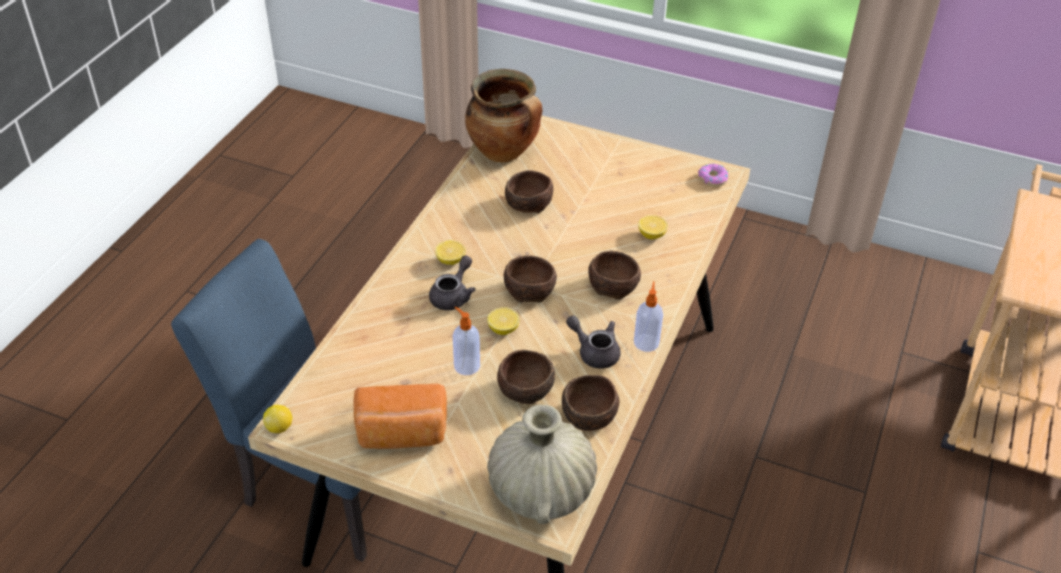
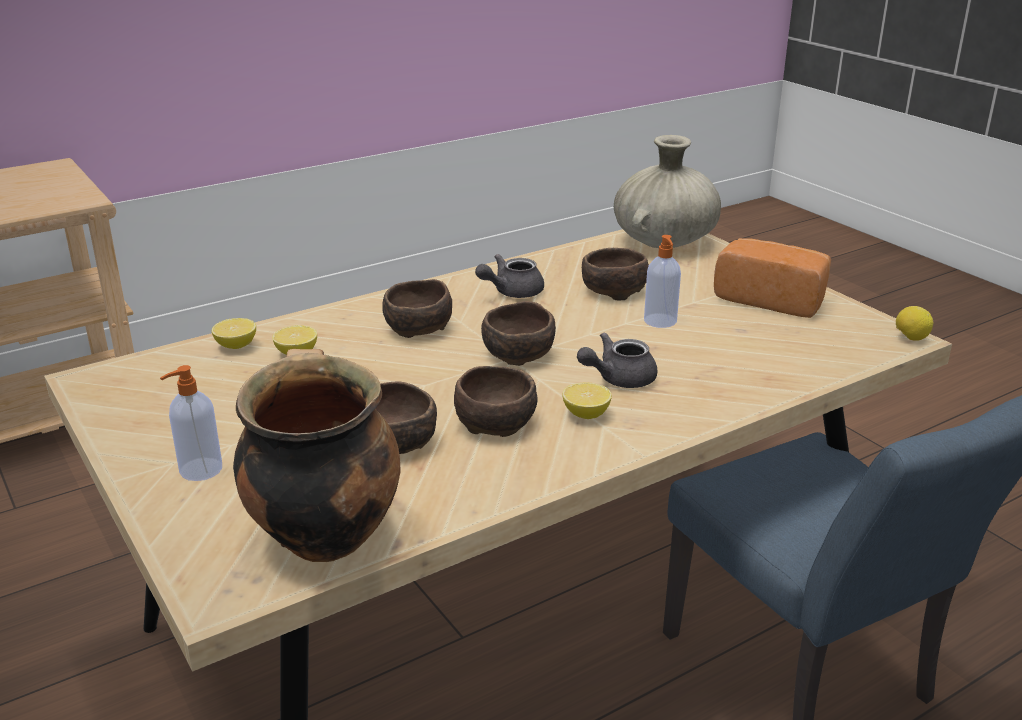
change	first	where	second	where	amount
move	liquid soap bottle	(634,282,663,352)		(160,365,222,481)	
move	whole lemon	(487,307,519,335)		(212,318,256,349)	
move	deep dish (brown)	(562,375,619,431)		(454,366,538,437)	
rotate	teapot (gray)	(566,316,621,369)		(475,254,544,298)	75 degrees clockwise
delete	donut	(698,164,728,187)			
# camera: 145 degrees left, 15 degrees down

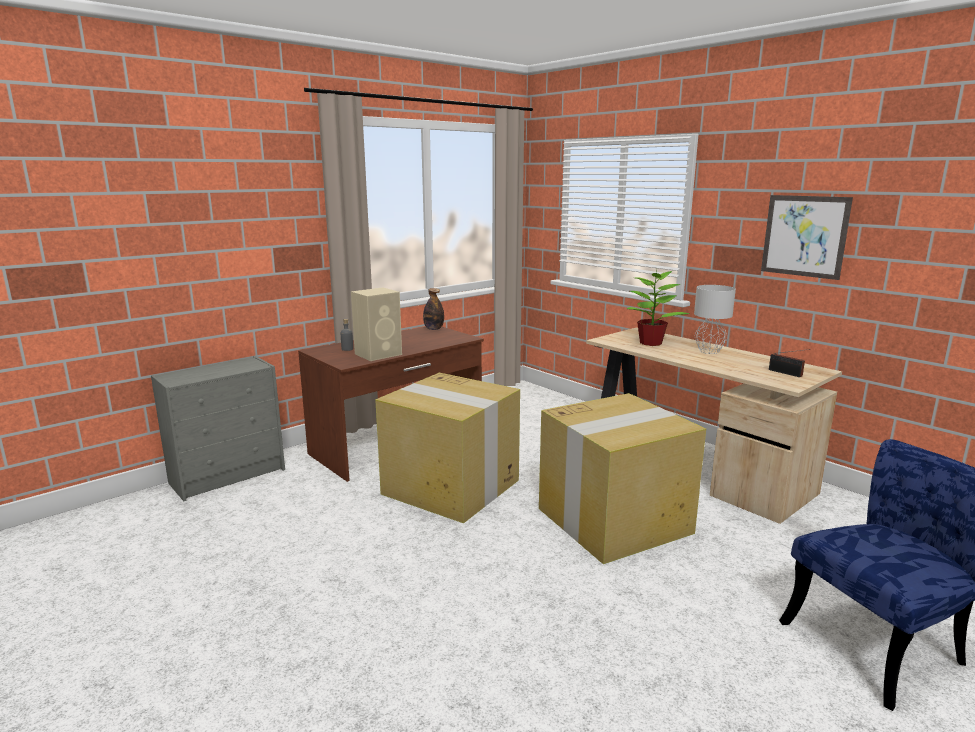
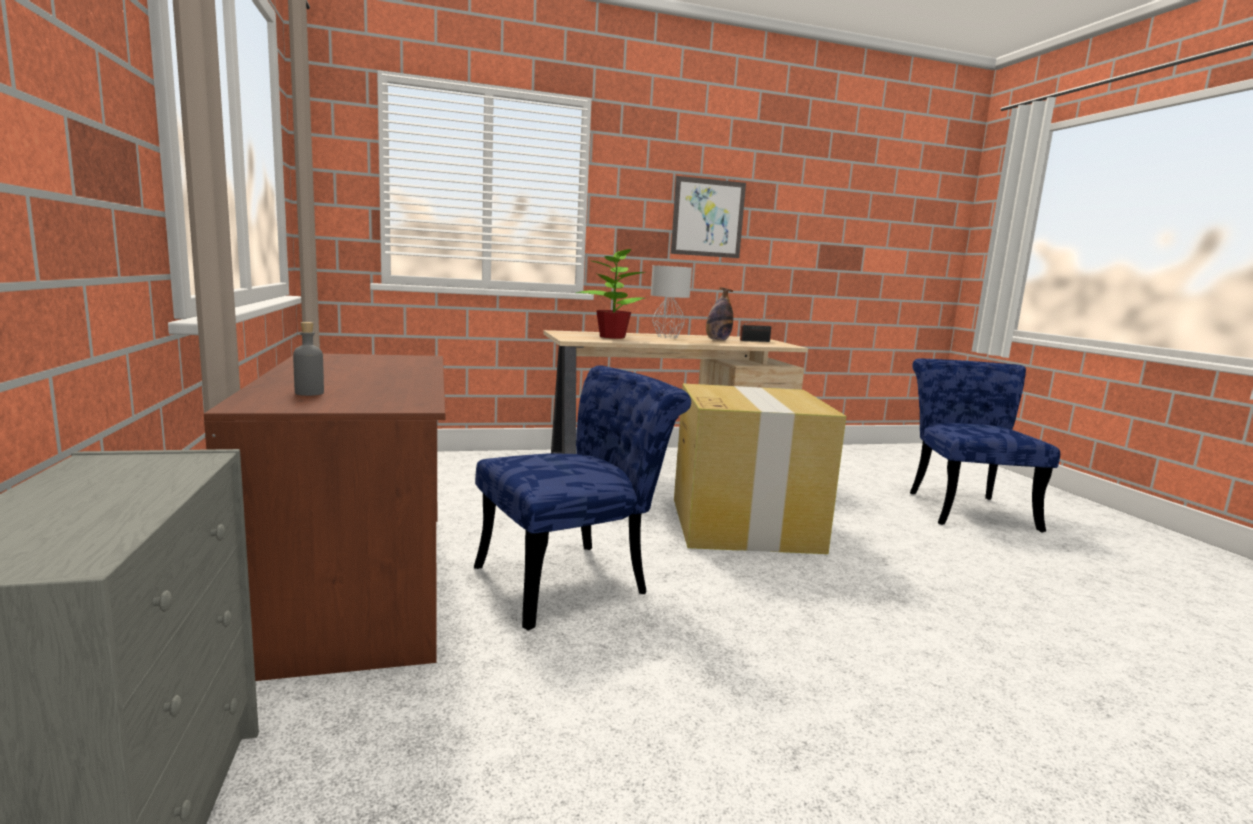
change	first	where	second	where	amount
replace	carton	(375,373,520,523)	plain chair (blue-coloured)	(474,365,691,631)	
move	beverage bottle	(423,288,444,330)		(706,287,733,341)	
delete	speaker (beige)	(351,287,402,361)			
# camera: 65 degrees left, 5 degrees down

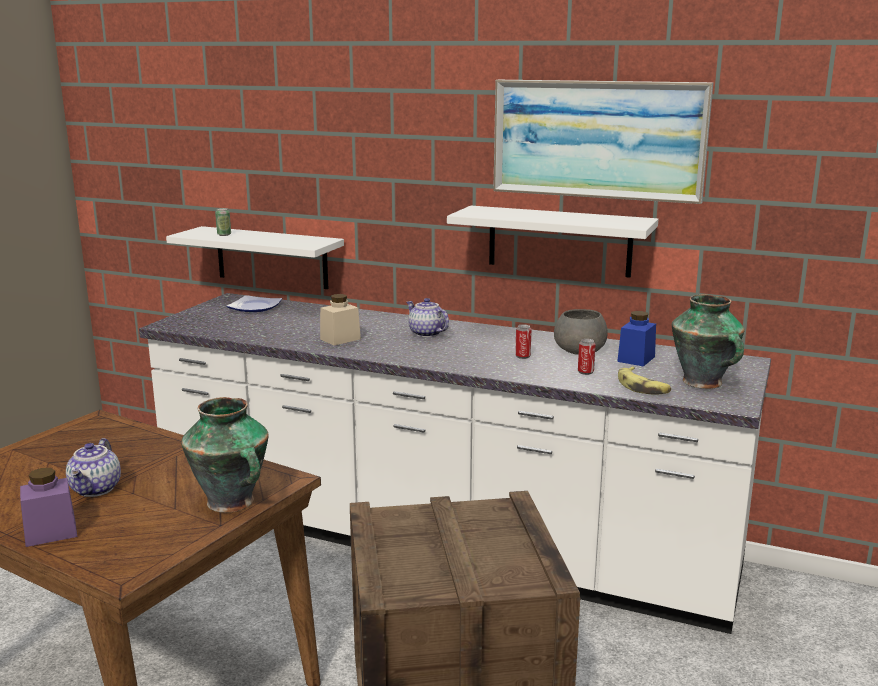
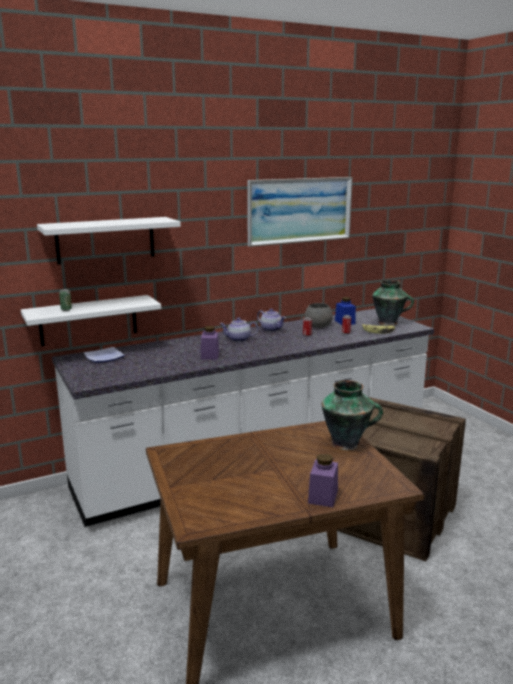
change	first	where	second	where	amount
move	wall shelf (white)	(447,206,658,278)		(37,217,181,265)	
recolor	storage jar (beige)	(320,294,361,346)	storage jar (purple-coloured)	(201,326,219,360)	
move	teapot	(66,438,121,497)		(257,309,286,332)	
# camera: 50 degrees left, 0 degrees up

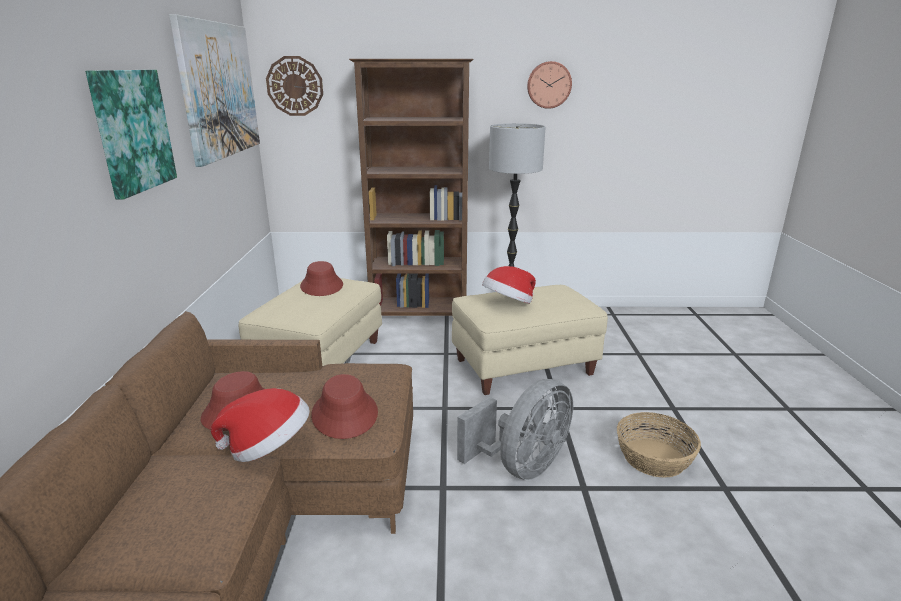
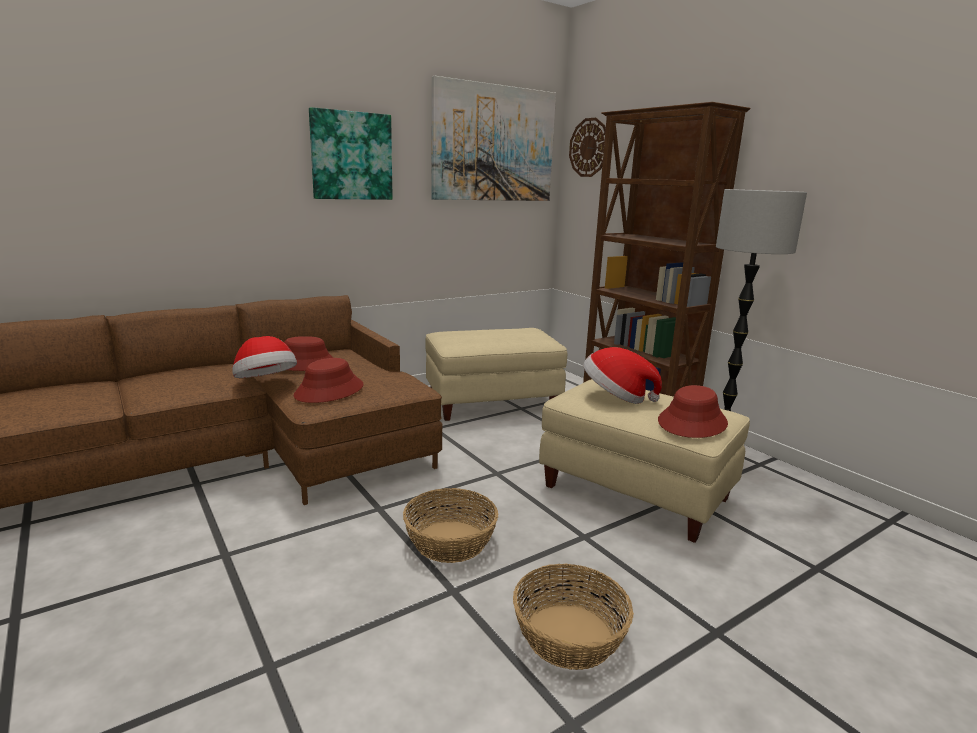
change	first	where	second	where	amount
replace	electric fan (gray)	(457,379,573,480)	storage basket	(403,488,498,563)	
move	wearable hat (red-coloured)	(300,261,343,296)		(658,385,728,438)	
delete	wall clock	(527,61,572,109)			
# camera: 55 degrees right, 5 degrees down

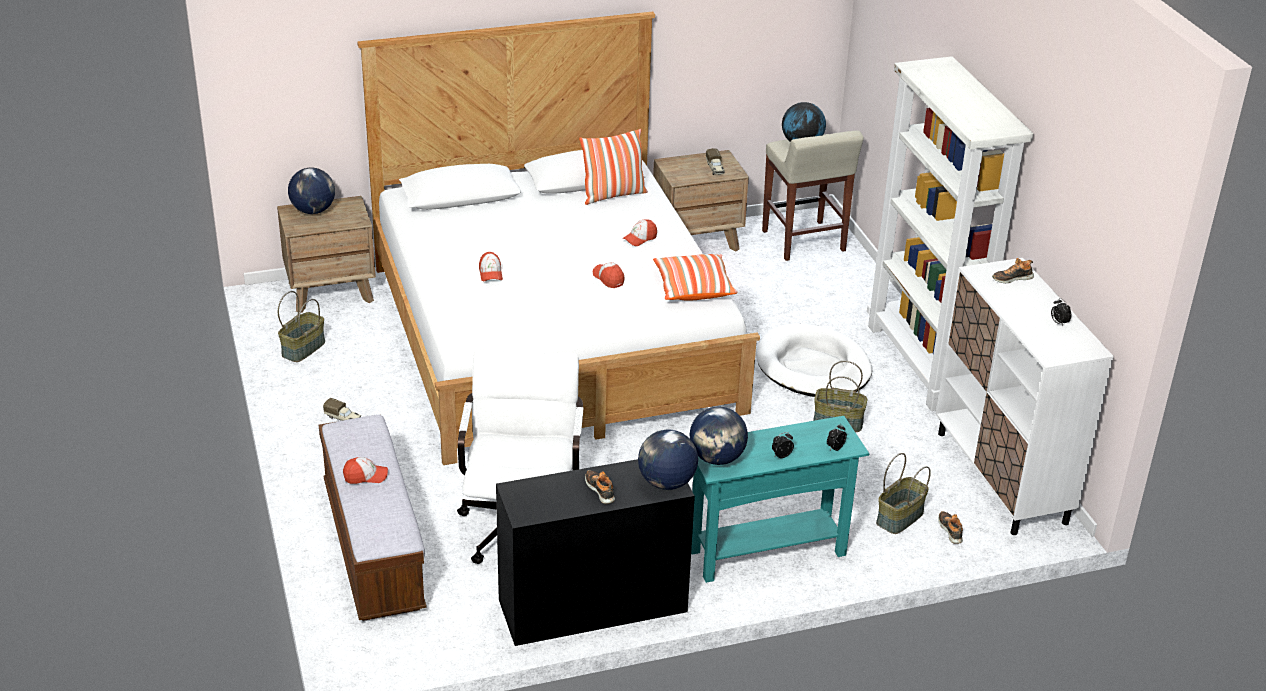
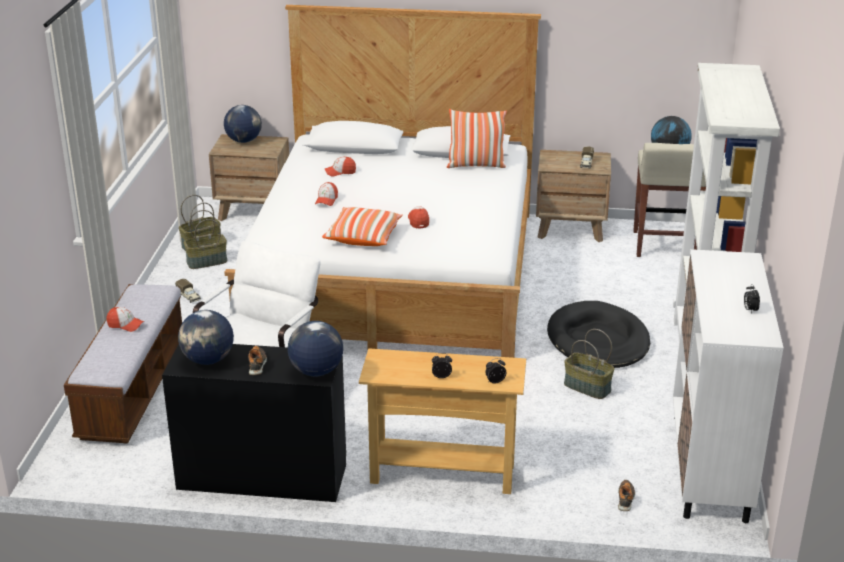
change	first	where	second	where	amount
move	world globe	(689,407,748,465)		(178,310,234,365)	
move	storage basket	(876,453,931,534)		(184,210,227,269)	
move	cushion	(653,254,737,301)		(322,207,403,246)	
move	peaked cap	(622,219,657,246)		(325,157,356,177)	
recolor	narrow table (blue-green)	(691,416,869,583)	narrow table (beige)	(359,348,526,494)	
recolor	dog bed (white)	(756,323,872,397)	dog bed (blackish)	(547,301,650,368)	
delete	shoe	(992,258,1034,283)			
# camera: 25 degrees right, 5 degrees down

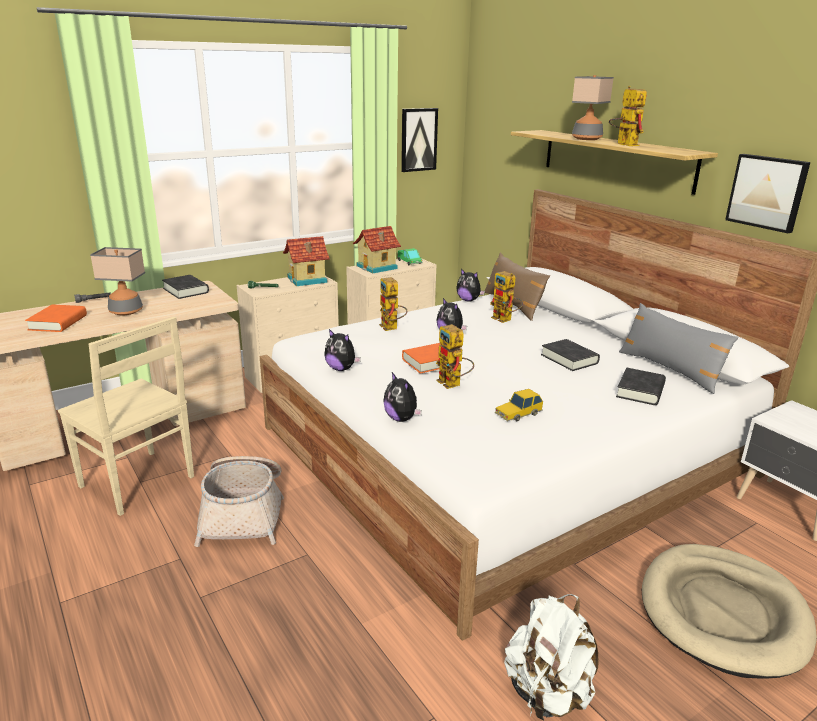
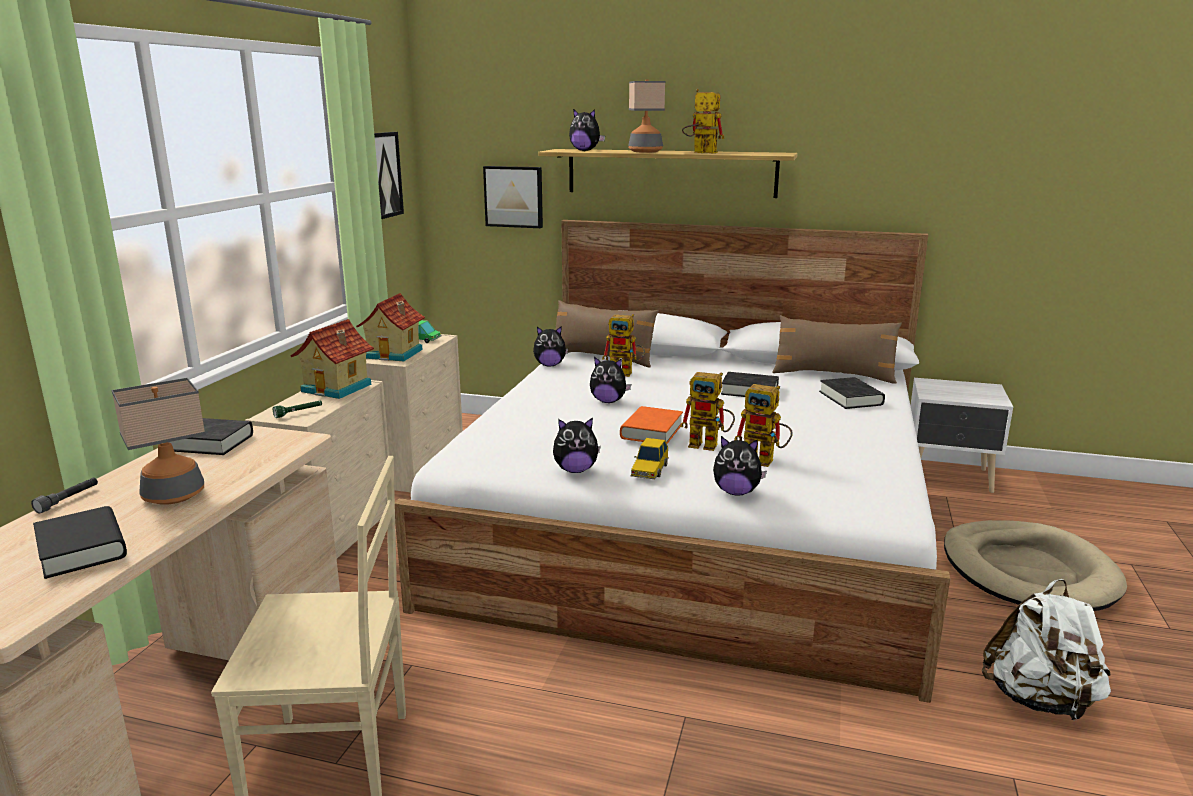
change	first	where	second	where	amount
recolor	volume (orange)	(25,304,87,332)	volume (blackish)	(33,506,127,579)	
move	wall art	(725,154,810,233)		(483,166,543,228)	
insert			cuddly toy	(569,109,605,151)	
move	toy car	(495,389,543,421)		(630,438,669,479)	
move	toy robot	(379,277,407,331)		(734,384,793,467)	
recolor	cushion (gray)	(619,303,739,394)	cushion (brown)	(772,315,902,384)	
delete	storage basket	(194,456,284,547)			
# camera: 40 degrees left, 5 degrees down

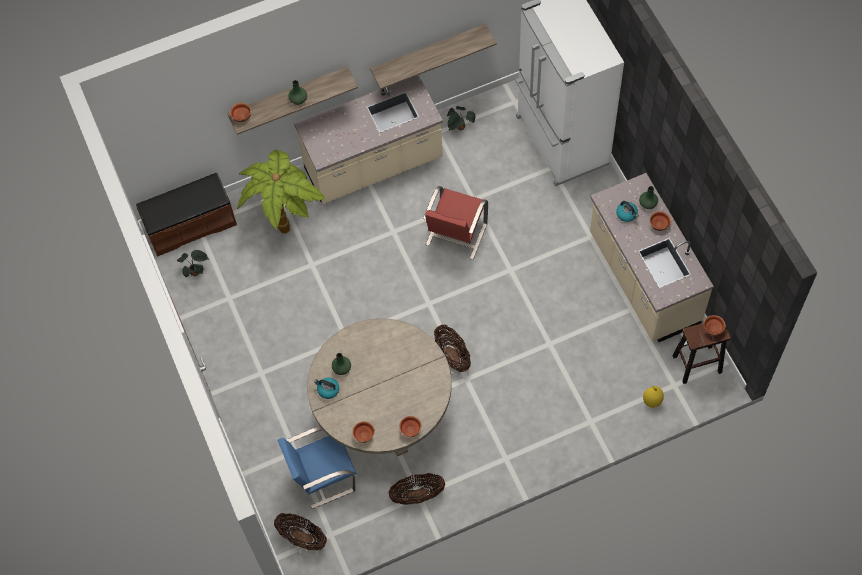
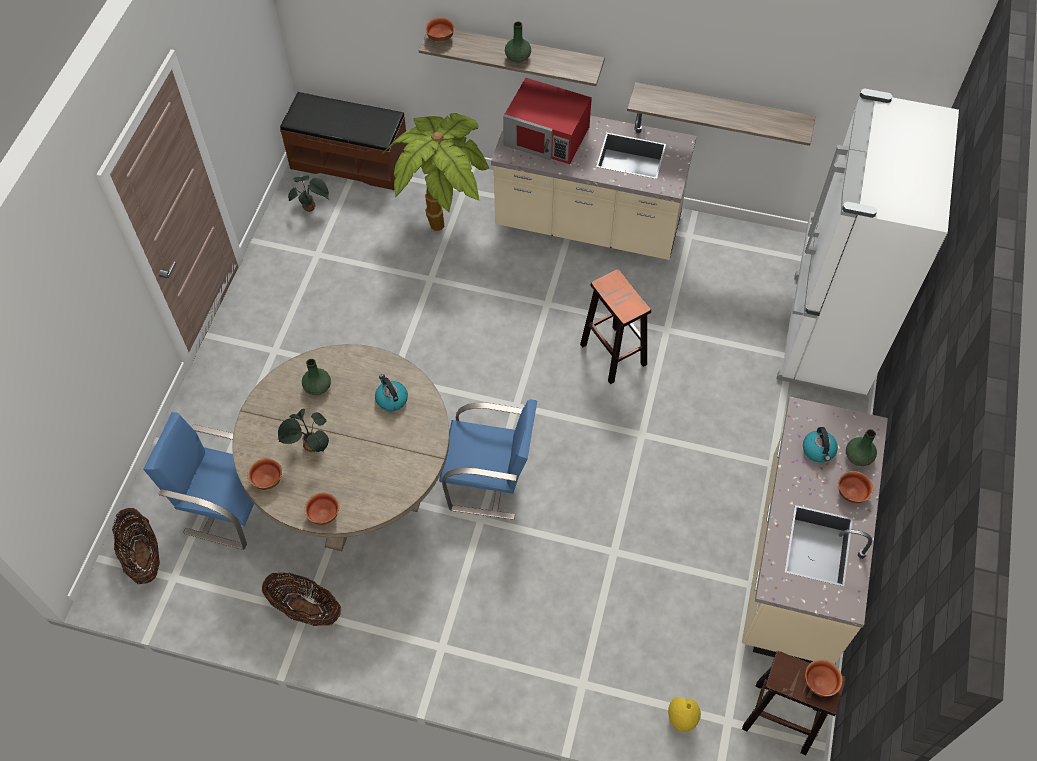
change	first	where	second	where	amount
move	plant in a pot	(447,106,475,131)		(278,409,329,452)	
move	kettle	(314,378,339,399)		(375,374,408,411)	
replace	storage basket	(434,325,471,372)	plain chair (blue-coloured)	(439,399,537,520)	
insert			microwave oven (red-coloured)	(503,78,592,164)	
replace	plain chair (red-coloured)	(423,186,488,259)	stool seat (brown)	(580,269,651,384)	
# camera: 35 degrees right, 5 degrees down

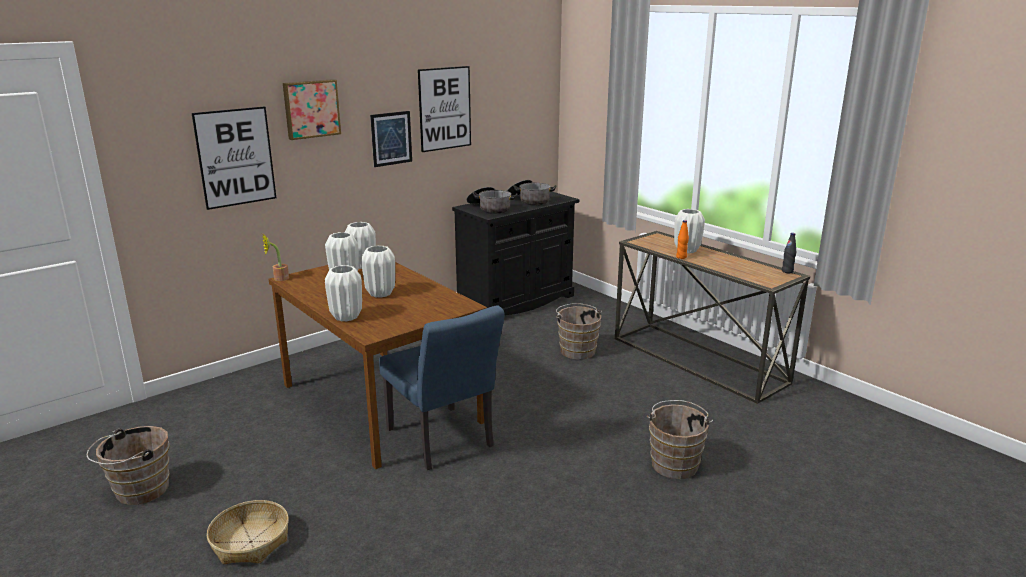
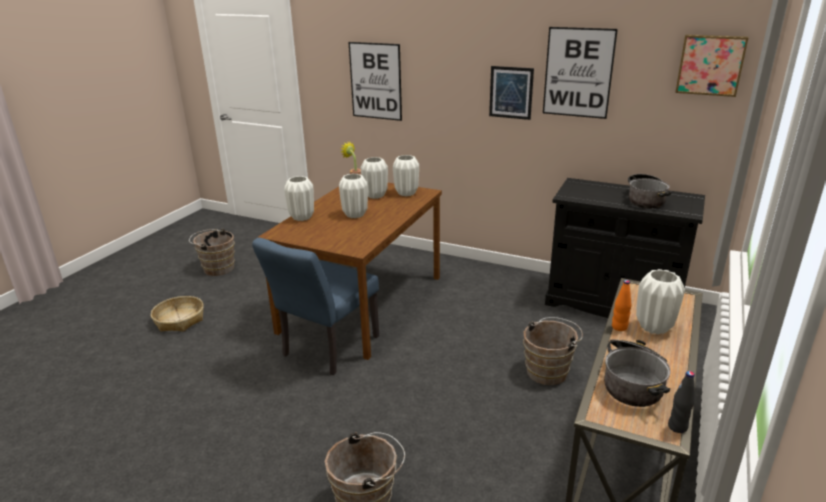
change	first	where	second	where	amount
move	stockpot	(466,187,517,214)		(604,339,670,407)	
move	wall art	(283,79,341,140)		(675,34,749,97)	
# camera: 65 degrees right, 5 degrees up

